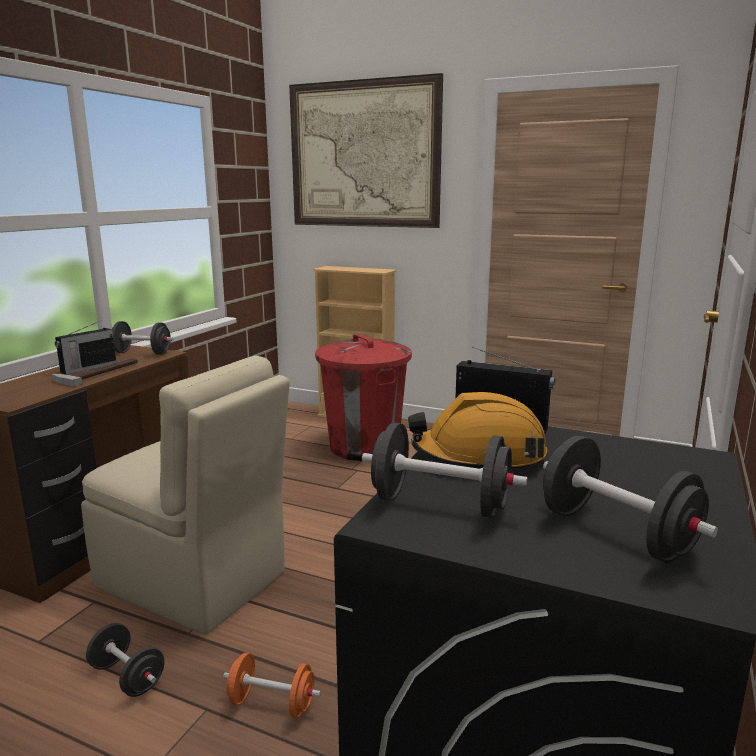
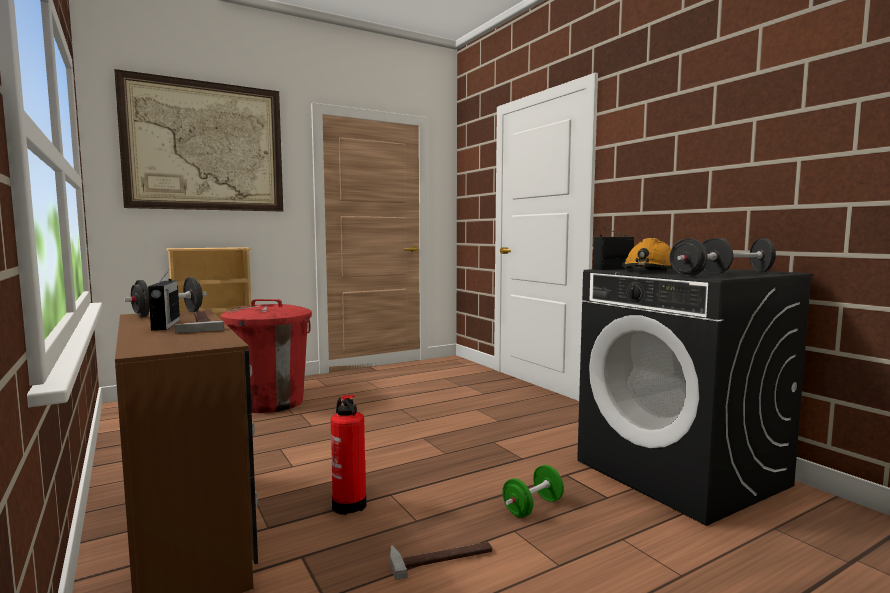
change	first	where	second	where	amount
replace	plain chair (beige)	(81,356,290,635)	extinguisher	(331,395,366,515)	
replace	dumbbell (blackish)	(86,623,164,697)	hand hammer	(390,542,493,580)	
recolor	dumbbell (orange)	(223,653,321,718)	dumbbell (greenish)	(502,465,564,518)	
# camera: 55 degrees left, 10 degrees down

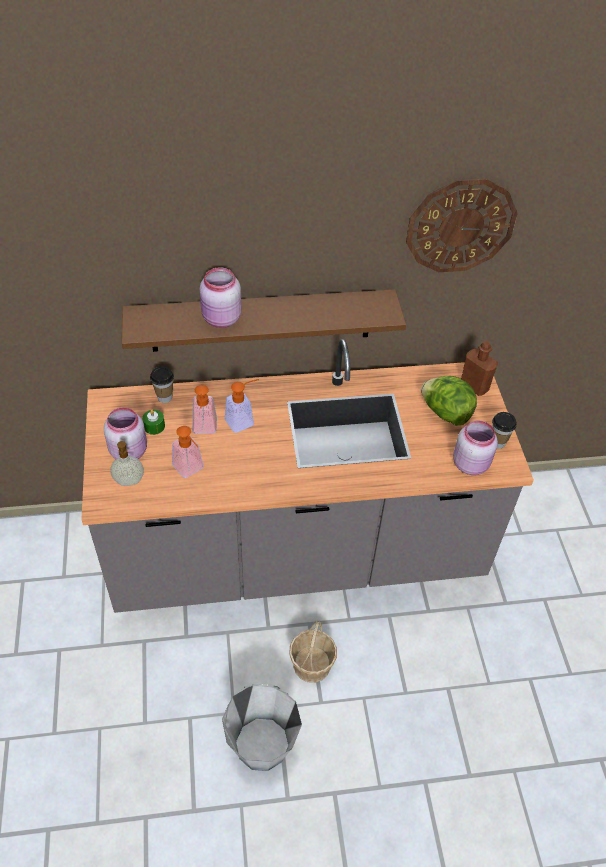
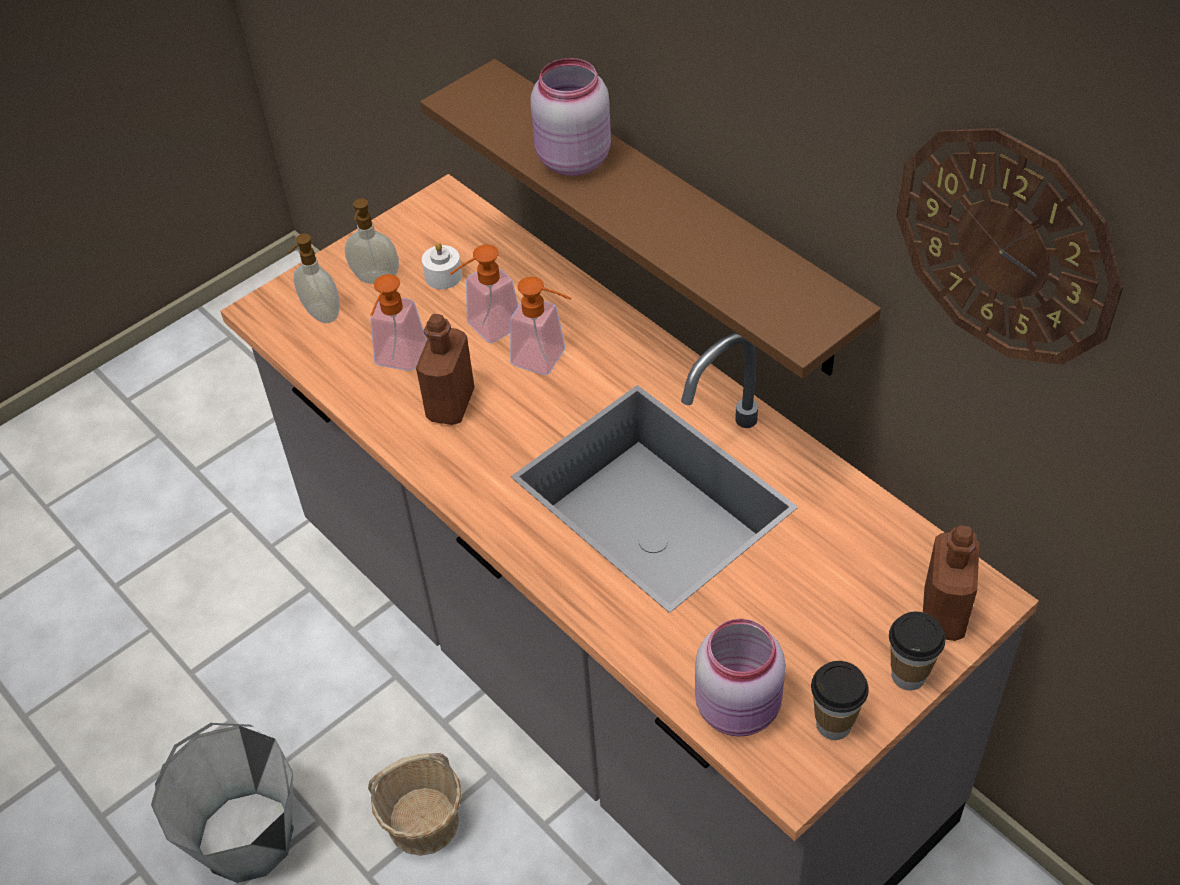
change	first	where	second	where	amount
replace	storage jar (pinkish)	(104,407,147,459)	liquid soap bottle	(345,198,399,284)	
insert			beverage bottle (brown)	(416,314,475,425)	
recolor	wax light (greenish)	(142,409,165,435)	wax light (white)	(422,242,462,289)	
move	small cup	(150,366,174,403)		(889,612,945,690)	
delete	lettuce head	(421,376,477,426)			
# camera: 60 degrees right, 0 degrees up

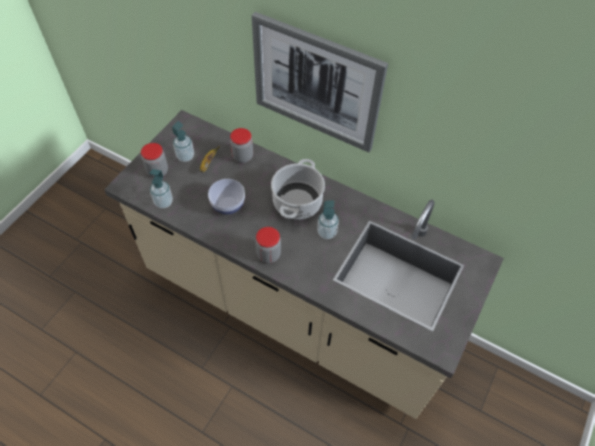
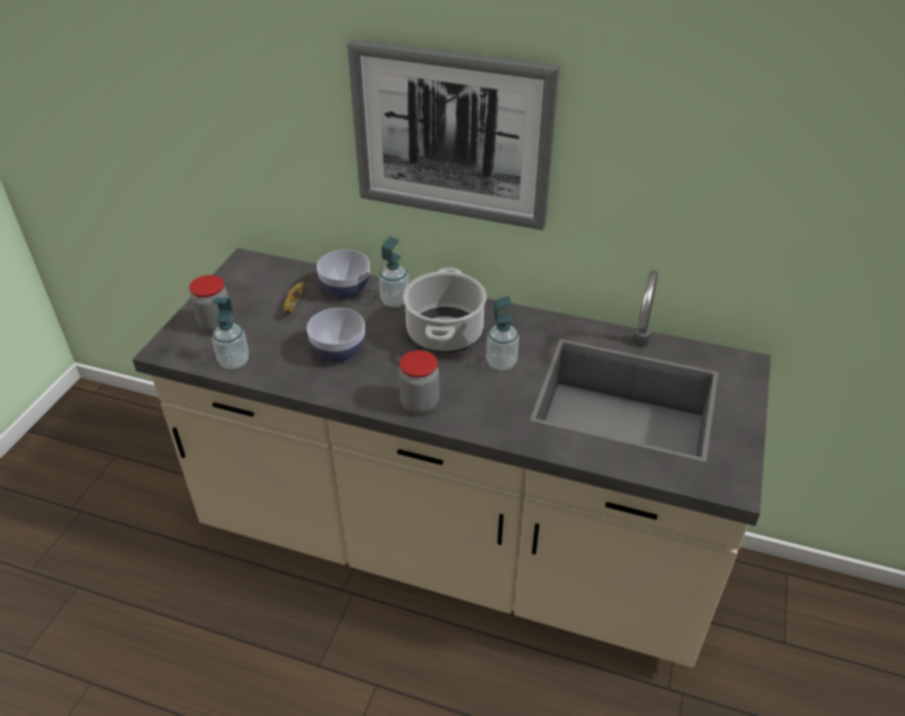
change	first	where	second	where	amount
replace	storage jar	(230,128,253,163)	deep dish	(317,250,370,299)	
move	liquid soap bottle	(172,121,194,162)		(379,236,409,307)	
# camera: 10 degrees left, 15 degrees down

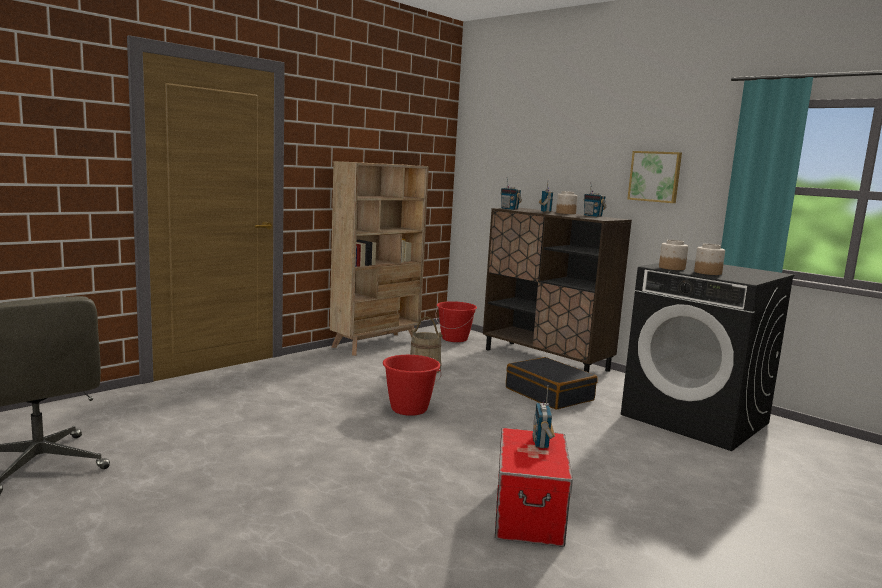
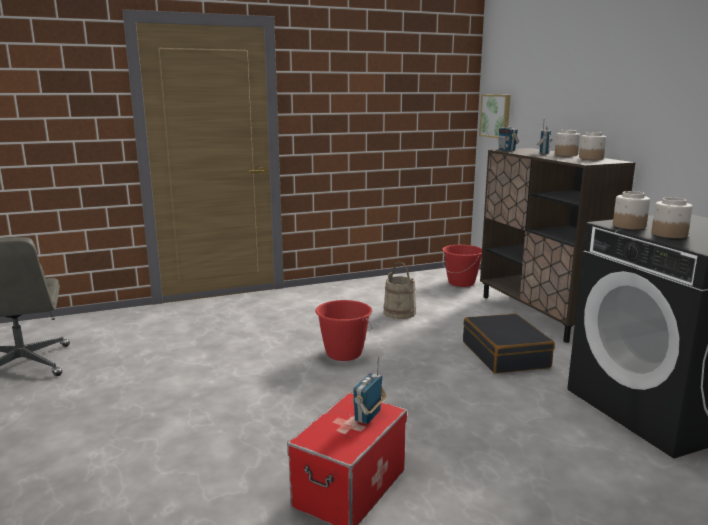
change	first	where	second	where	amount
move	wall art	(627,151,682,203)		(479,95,511,138)	
replace	radio set	(584,182,606,217)	storage jar	(579,132,606,160)	
delete	bookshelf (beige)	(330,161,429,356)			
# camera: 25 degrees right, 5 degrees up

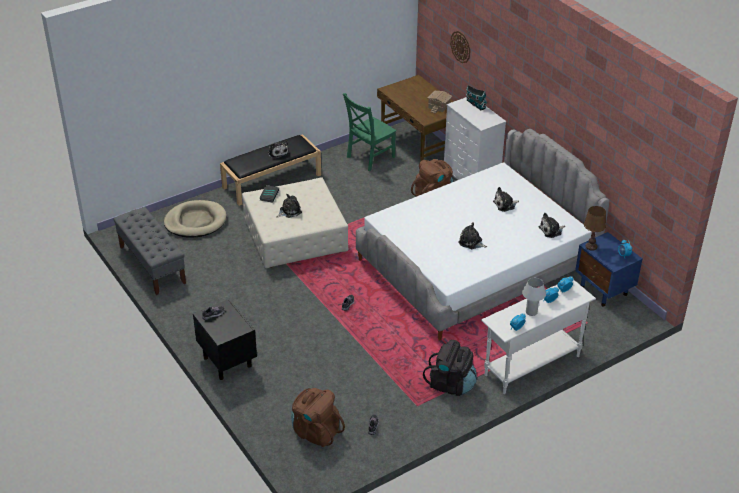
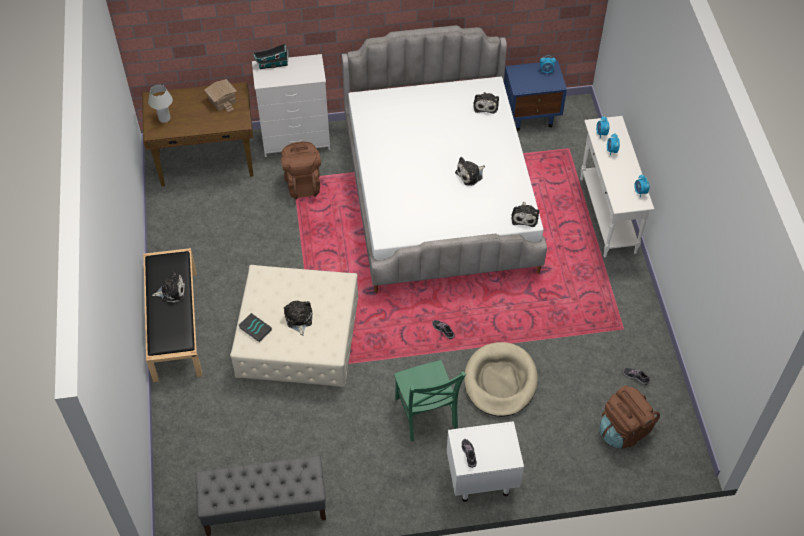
change	first	where	second	where	amount
move	lamp for a table (white)	(522,278,546,316)		(148,85,173,123)	
move	plain chair (greenish)	(343,93,396,171)		(394,360,466,441)	
recolor	bedside table (blackish)	(193,299,257,380)	bedside table (white)	(447,421,524,502)	
move	dog bed (beige)	(164,200,227,238)		(464,342,538,417)	
move	cuddly toy	(493,187,519,212)		(511,202,539,227)	
delete	knapsack (blackish)	(423,340,477,396)			
delete	wall clock	(450,31,470,63)			
delete	lamp for a table (brown)	(584,206,606,251)			
# camera: 65 degrees left, 15 degrees up

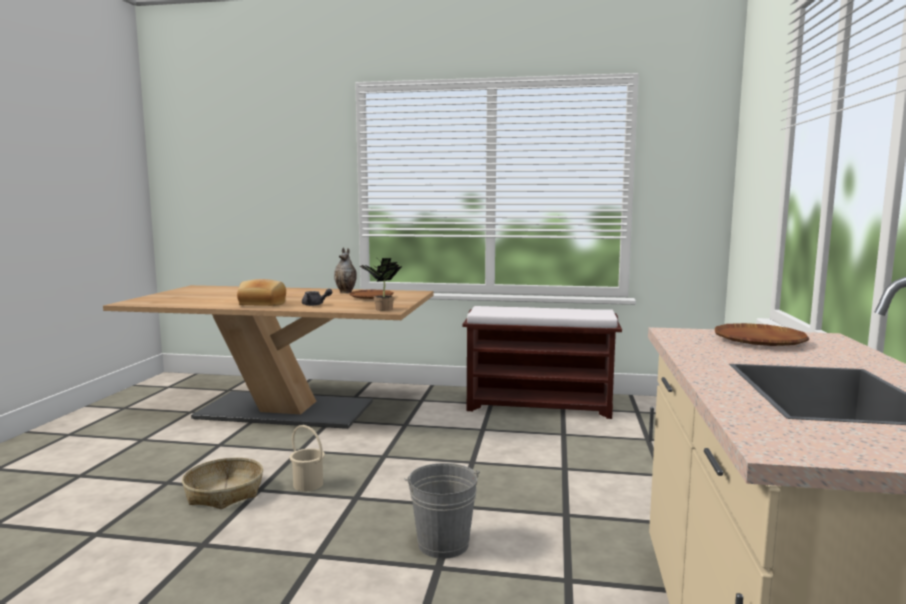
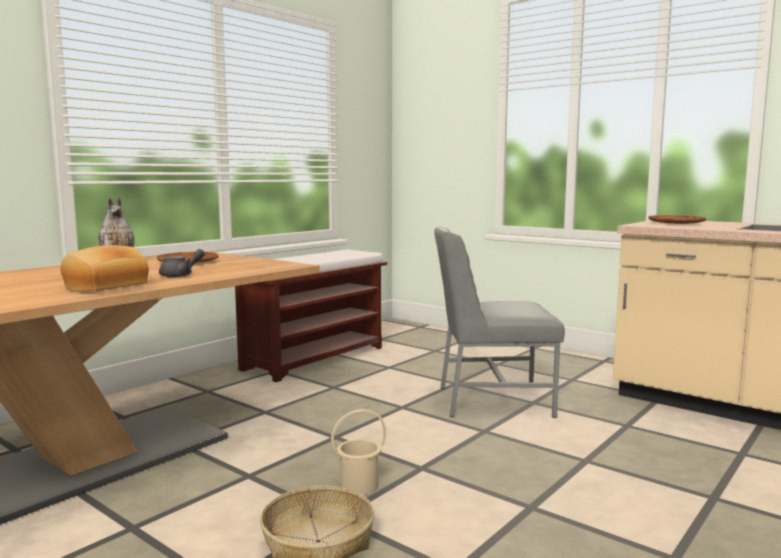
change	first	where	second	where	amount
insert			plain chair (gray)	(434,227,565,418)	
delete	plant in a pot	(360,257,402,311)			
delete	water bucket (gray)	(404,463,480,559)			
# camera: 60 degrees left, 0 degrees up

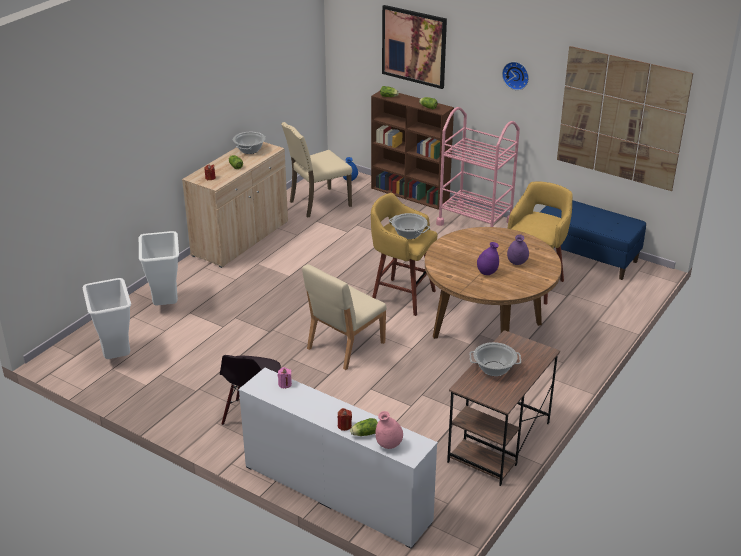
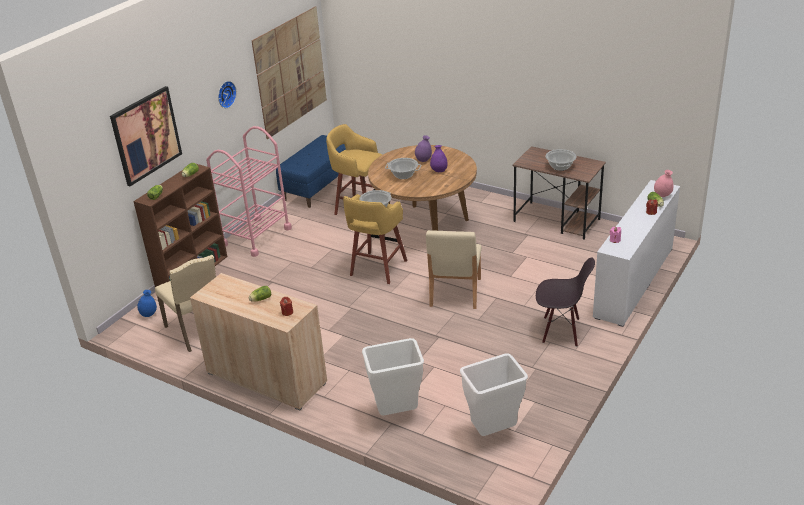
change	first	where	second	where	amount
move	stockpot	(233,132,265,154)		(385,158,421,179)	
rotate	plain chair (beige)	(302,264,387,370)		(426,230,482,309)	60 degrees clockwise
# camera: 90 degrees left, 0 degrees up

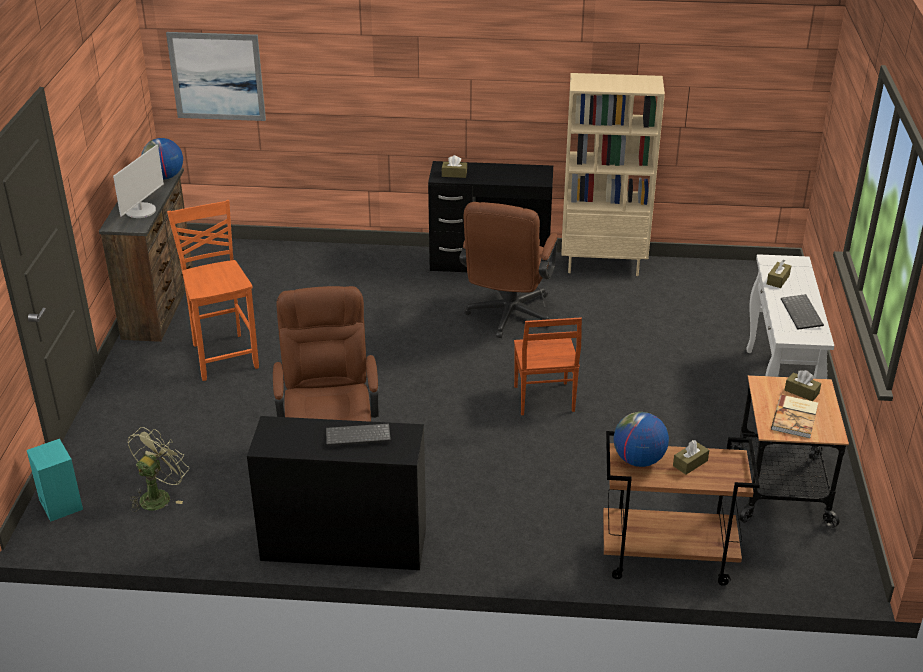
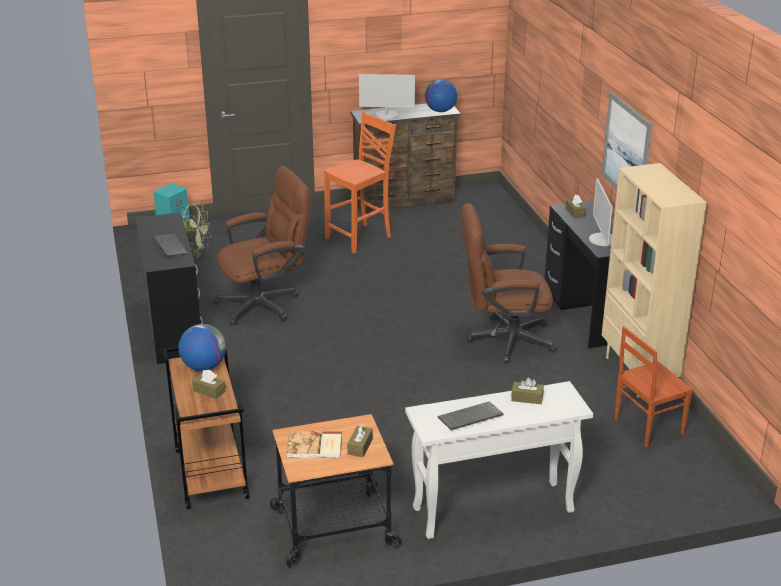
change	first	where	second	where	amount
insert			computer screen	(589,178,613,246)	
move	wall art	(166,32,266,121)		(601,92,652,189)	
move	plain chair (brown)	(514,318,582,415)		(615,326,693,447)	
# camera: 70 degrees right, 5 degrees down

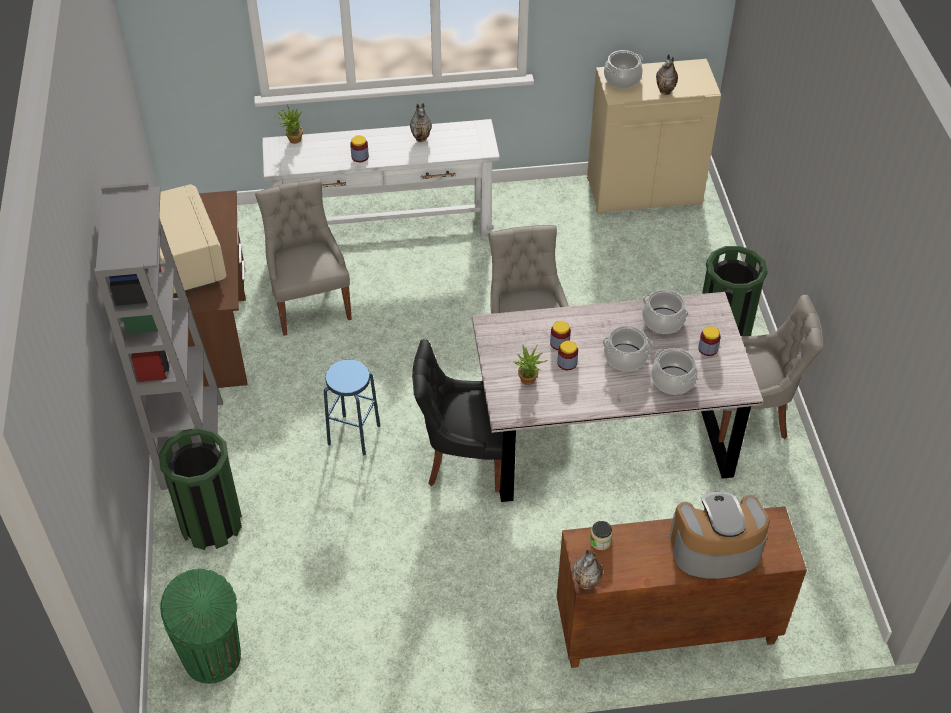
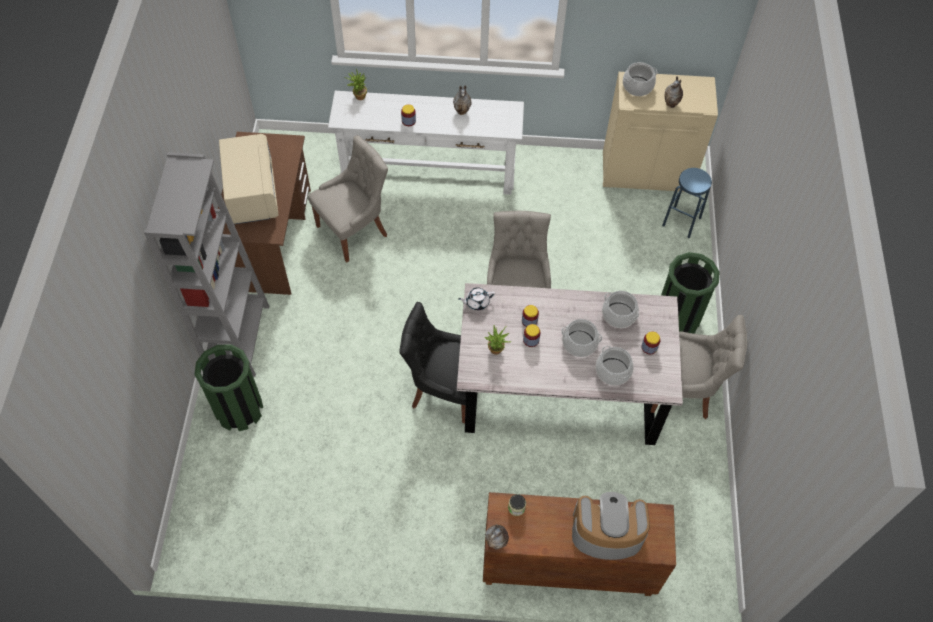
change	first	where	second	where	amount
rotate	plain chair (gray)	(255,179,352,336)		(308,135,388,263)	60 degrees clockwise
insert			teapot (white)	(458,287,495,310)	
move	stool seat (blue-coloured)	(324,360,380,456)		(662,168,712,238)	
delete	waste bin (greenish)	(160,568,241,684)			
# camera: 10 degrees right, 10 degrees up

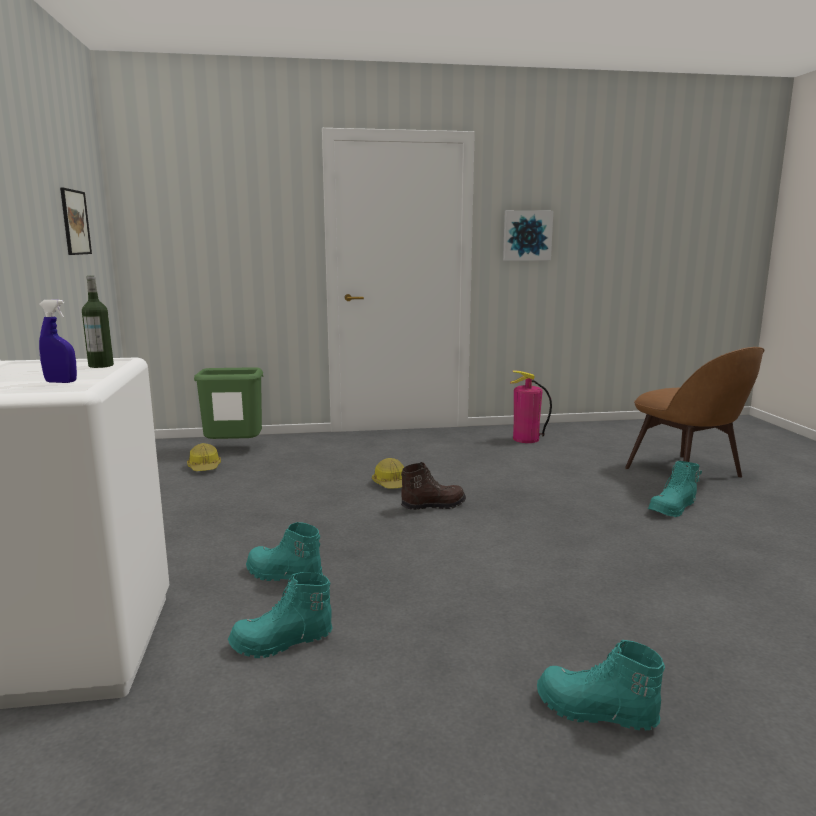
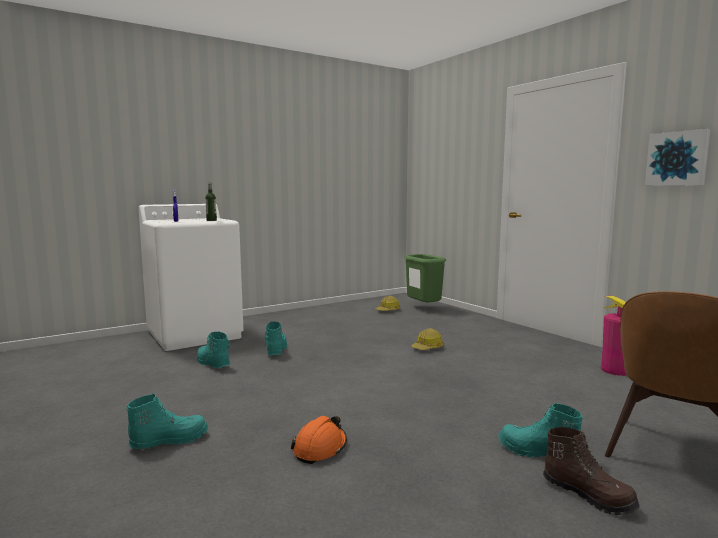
change	first	where	second	where	amount
rotate	high-top boot (blue-green)	(537,640,665,730)		(126,393,208,449)	60 degrees clockwise
insert			hard hat (orange)	(291,416,347,464)	
move	high-top boot (brown)	(401,462,466,510)		(543,427,640,515)	
delete	wall art	(60,188,92,255)			
# camera: 65 degrees right, 5 degrees down

